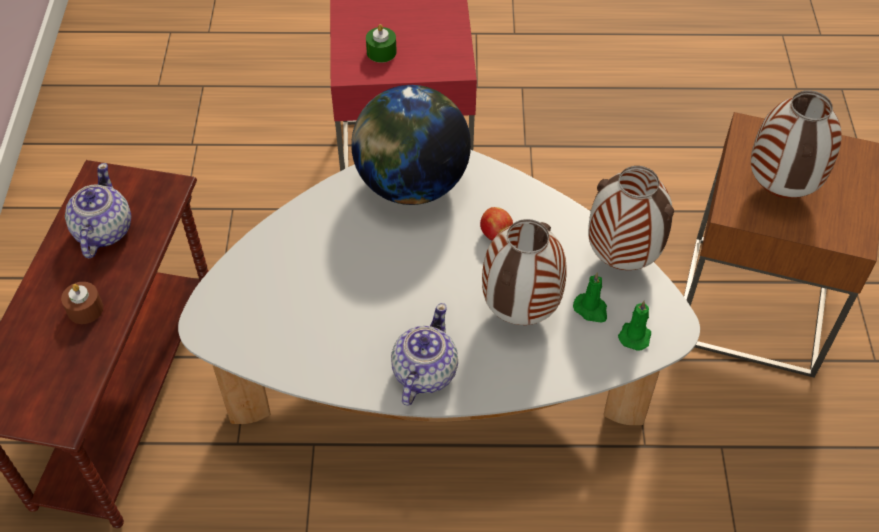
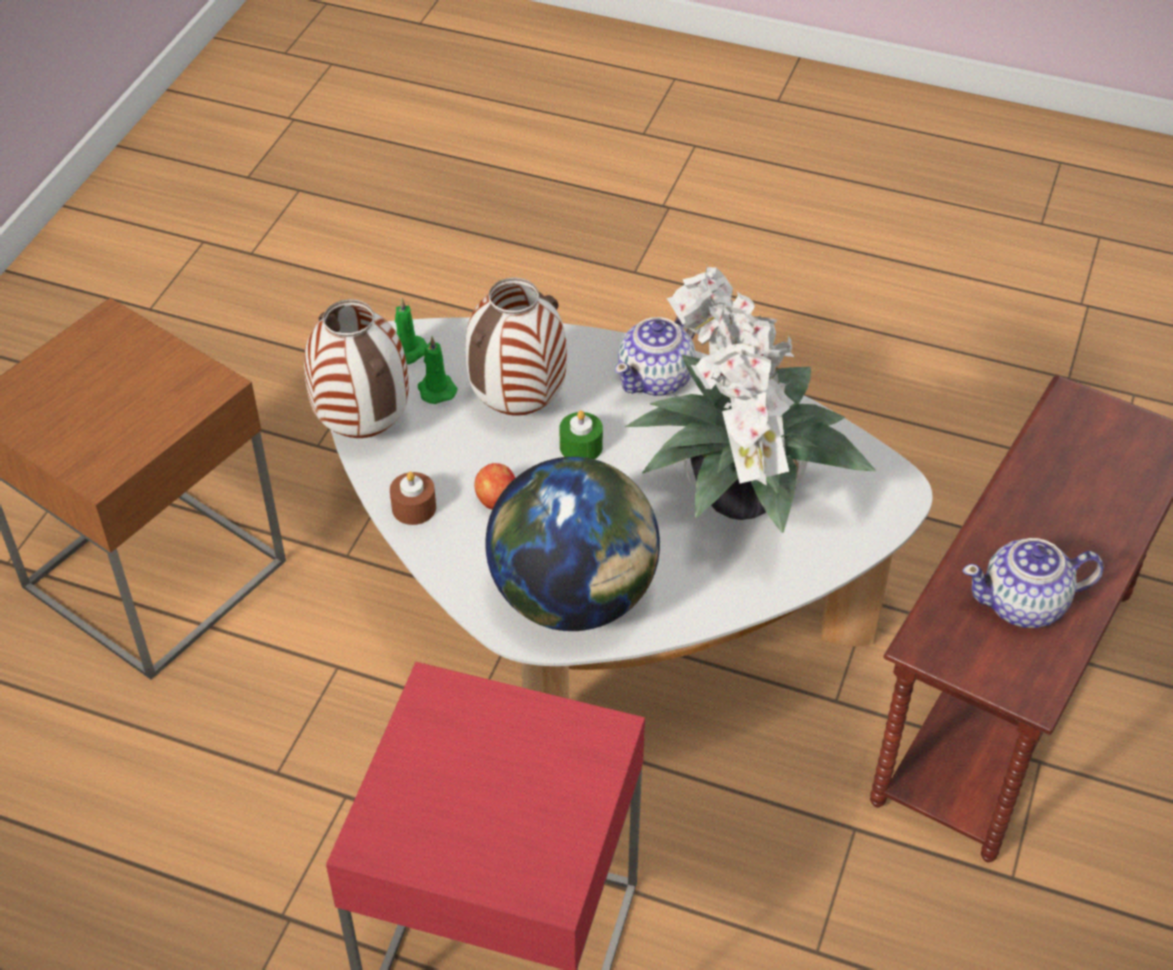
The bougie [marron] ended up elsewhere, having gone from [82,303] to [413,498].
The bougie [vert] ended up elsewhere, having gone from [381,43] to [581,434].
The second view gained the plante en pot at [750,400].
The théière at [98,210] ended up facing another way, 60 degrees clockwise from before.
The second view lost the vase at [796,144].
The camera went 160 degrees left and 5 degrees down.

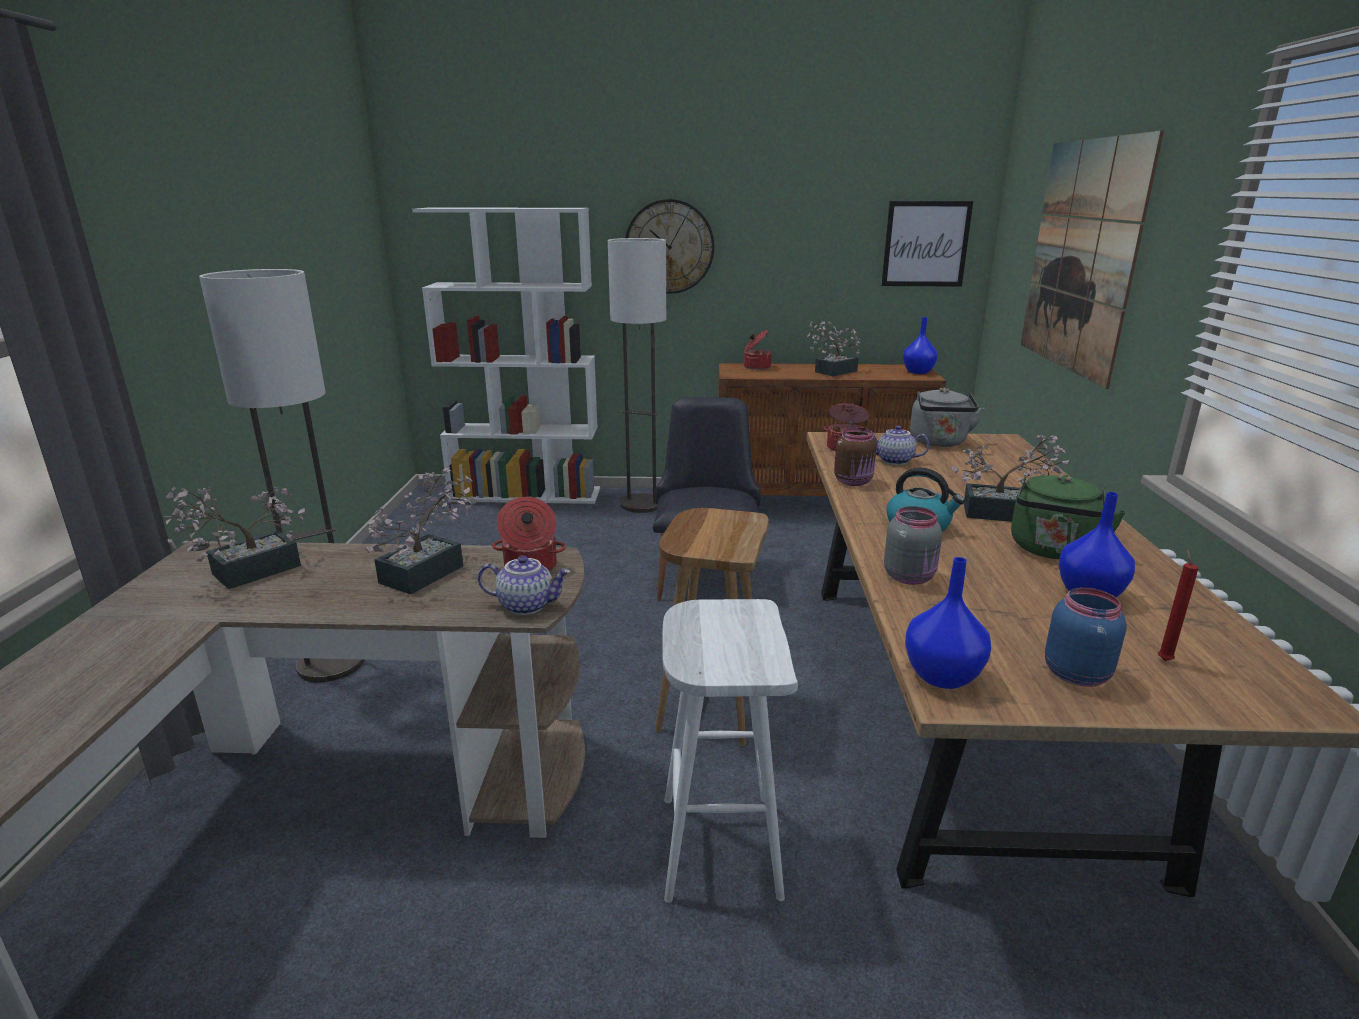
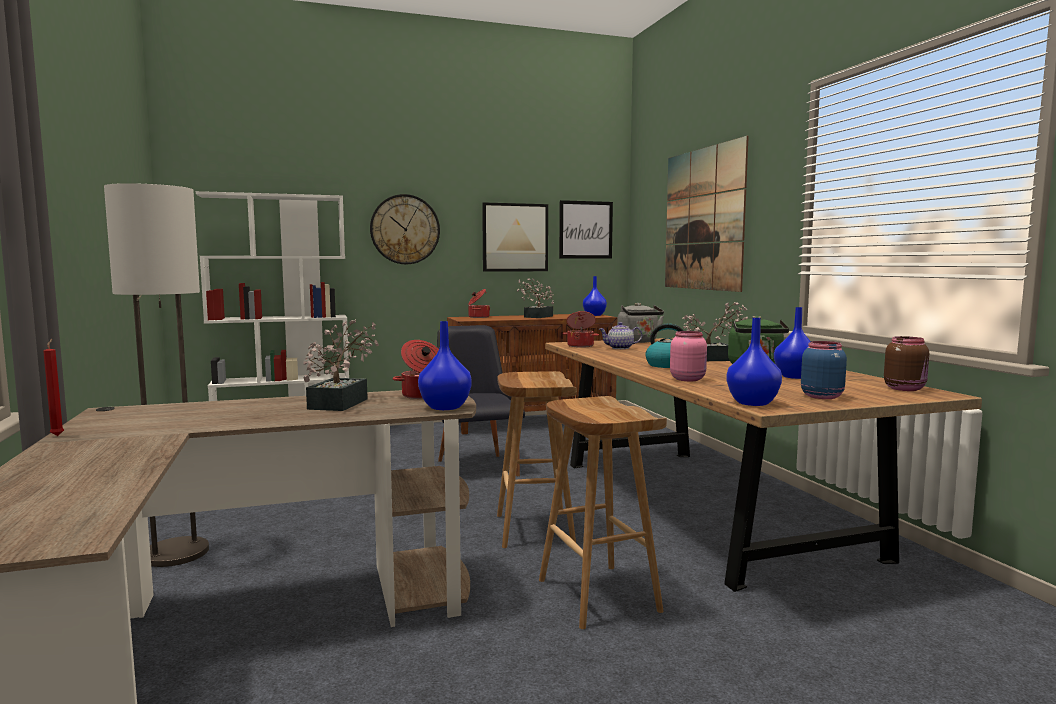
The bougie [rouge] ended up elsewhere, having gone from [1178,605] to [53,387].
Where the théière stood at [524,585], the vase [bleu] came to stand at [444,365].
The second view gained the tableau at [515,237].
What was the tabouret [blanc] at [730,751] turned into the tabouret [marron] at [603,512].
What was the bocal [gris] at [913,545] turned into the bocal [rose] at [688,356].
The bocal [marron] ended up elsewhere, having gone from [855,456] to [906,363].
The second view lost the plante en pot at [234,538].
The second view lost the lampadaire at [637,375].
The camera went 20 degrees left and 15 degrees down.

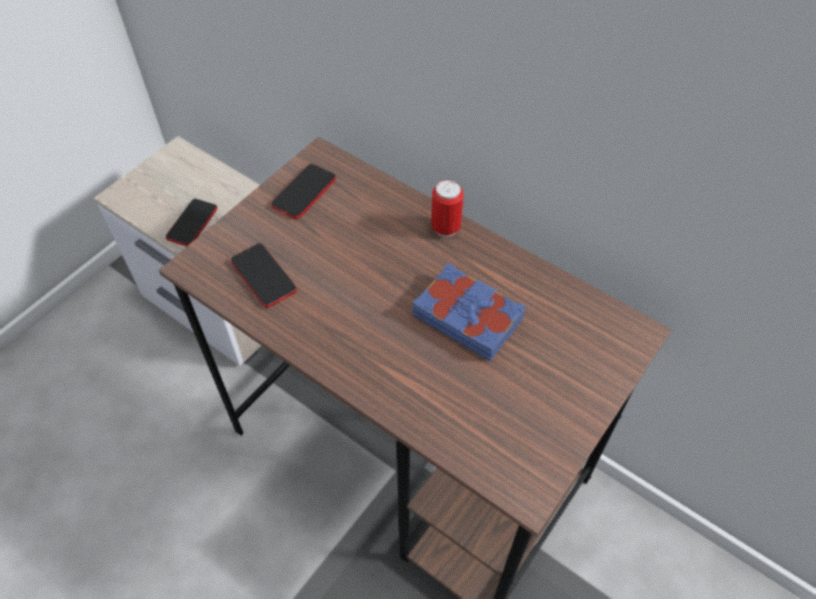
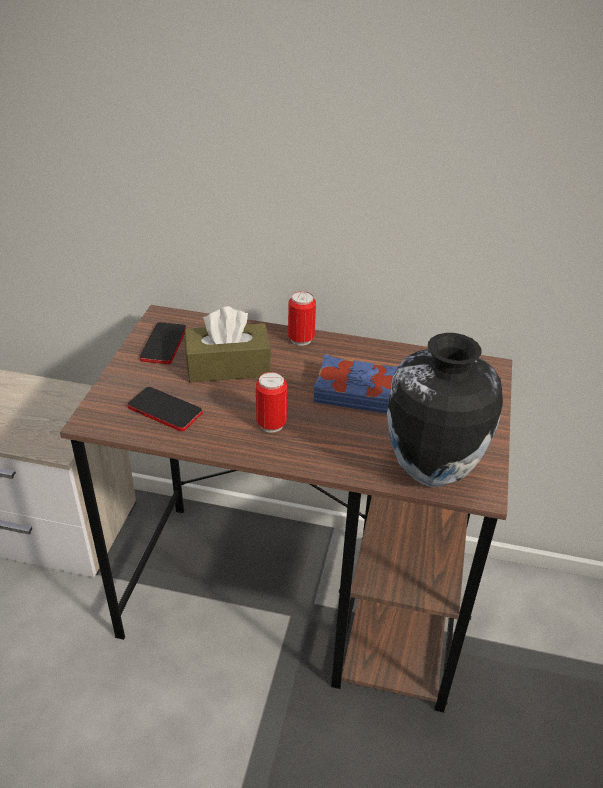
The second view gained the boîte à mouchoirs [marron] at [228,344].
The second view gained the boîte métallique at [271,402].
The second view gained the vase at [445,410].
The second view lost the téléphone at [191,222].
The camera went 25 degrees left and 15 degrees down.

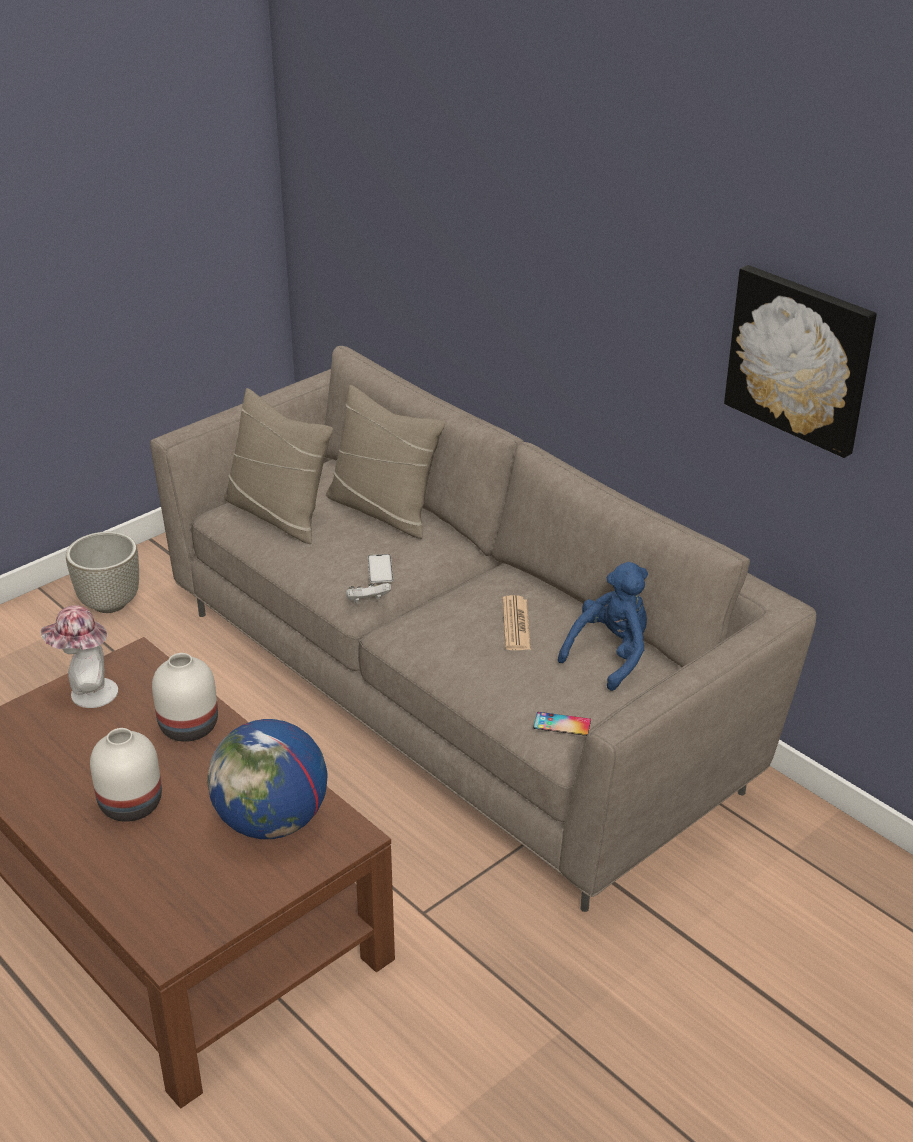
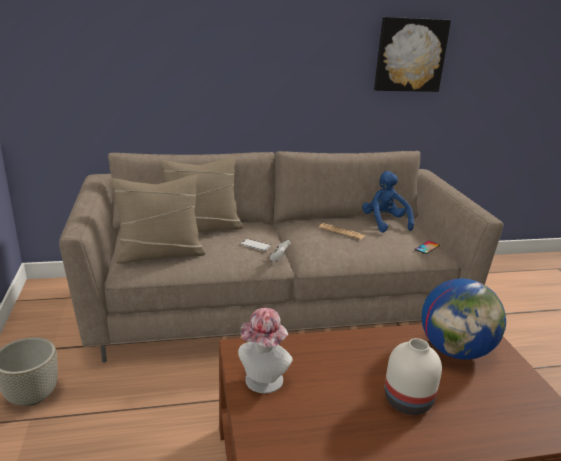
The second view lost the vase [blanc] at [185,697].
The camera went 60 degrees left and 10 degrees down.

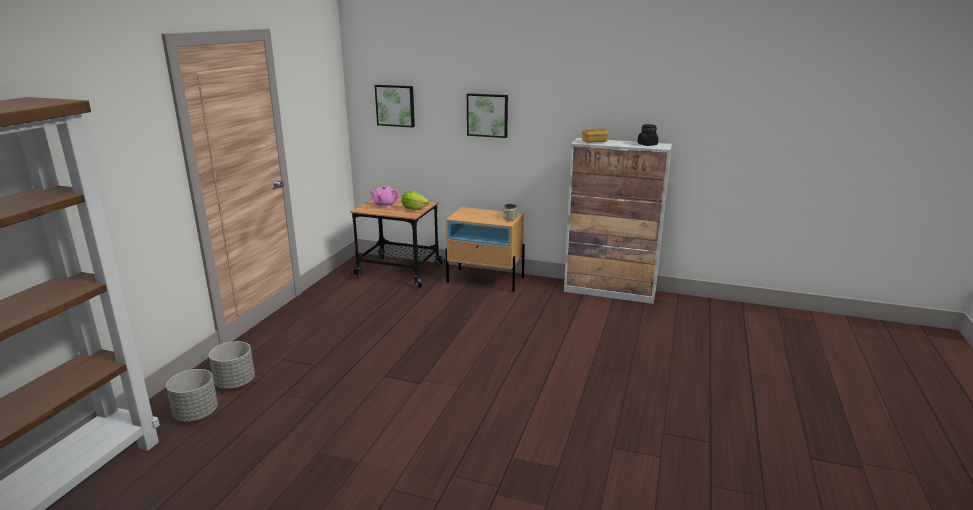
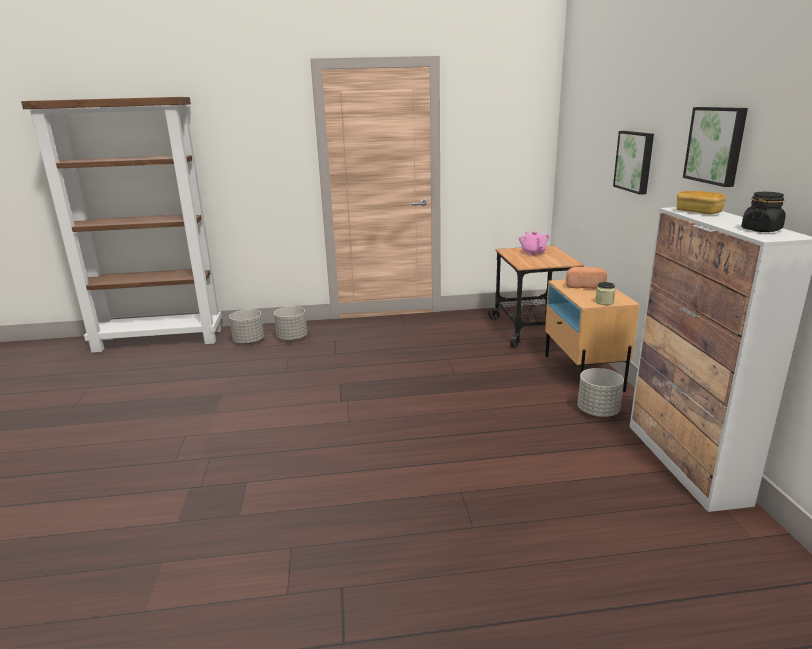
The second view gained the pain at [586,278].
The second view gained the cache-pot [gris] at [601,392].
The tableau ended up elsewhere, having gone from [395,106] to [715,147].
The second view lost the laitue at [415,200].
The camera went 65 degrees right and 0 degrees up.

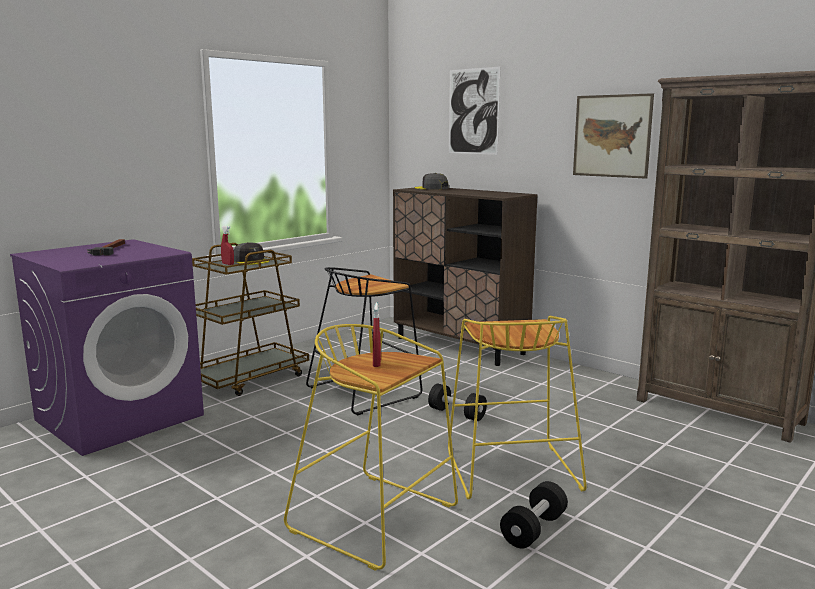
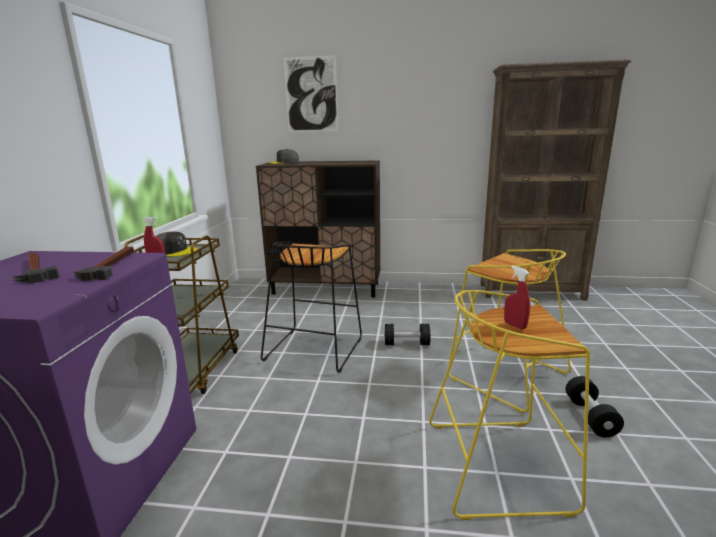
The second view gained the marteau at [103,264].
The second view lost the tableau at [613,136].
The camera went 35 degrees left and 5 degrees up.

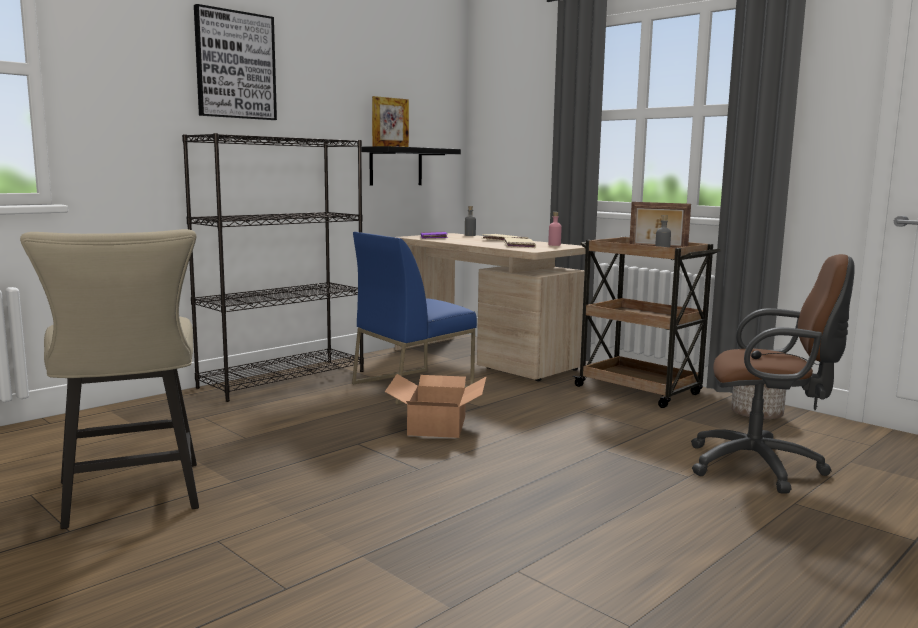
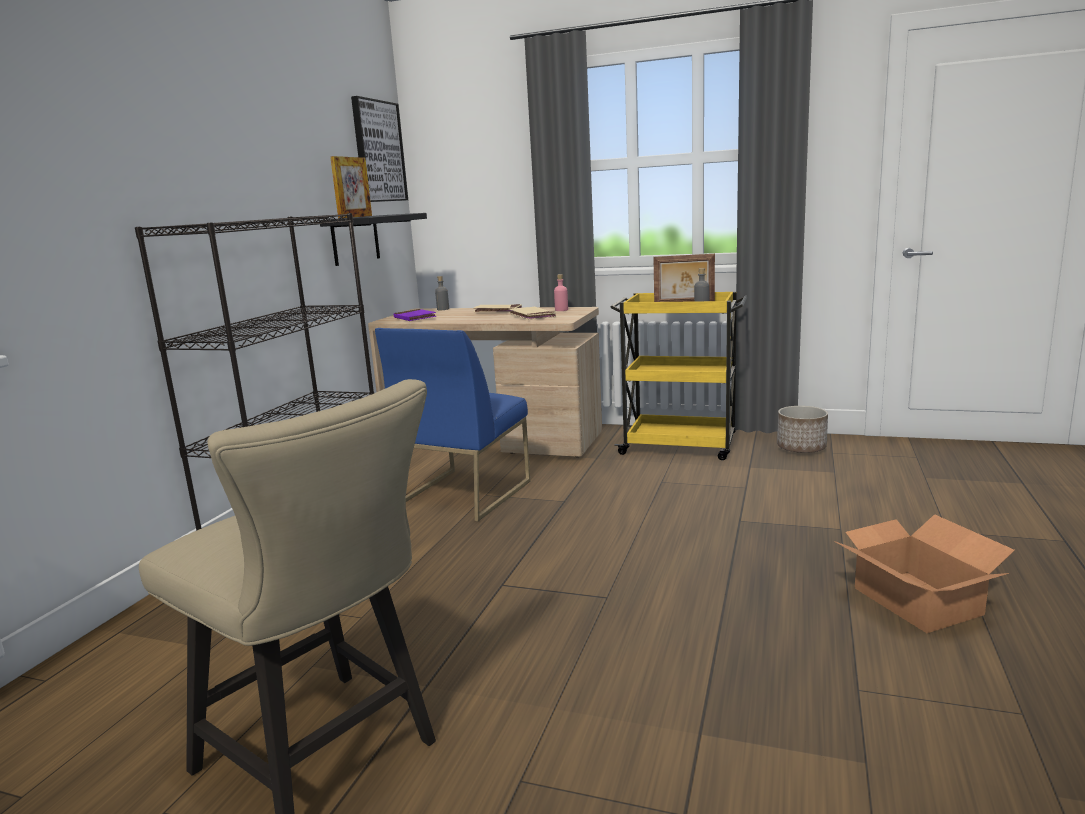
The tableau ended up elsewhere, having gone from [235,62] to [379,149].
What was the chariot [marron] at [646,322] turned into the chariot [jaune] at [678,375].
The carton ended up elsewhere, having gone from [435,406] to [924,573].
The second view lost the chaise de bureau [marron] at [773,373].
The camera went 25 degrees left and 5 degrees up.

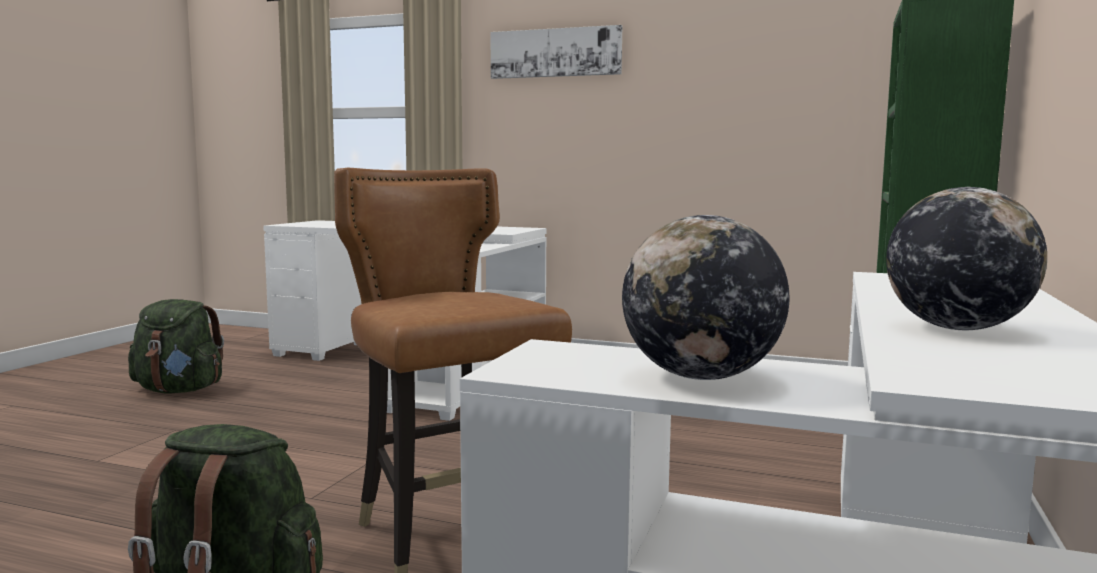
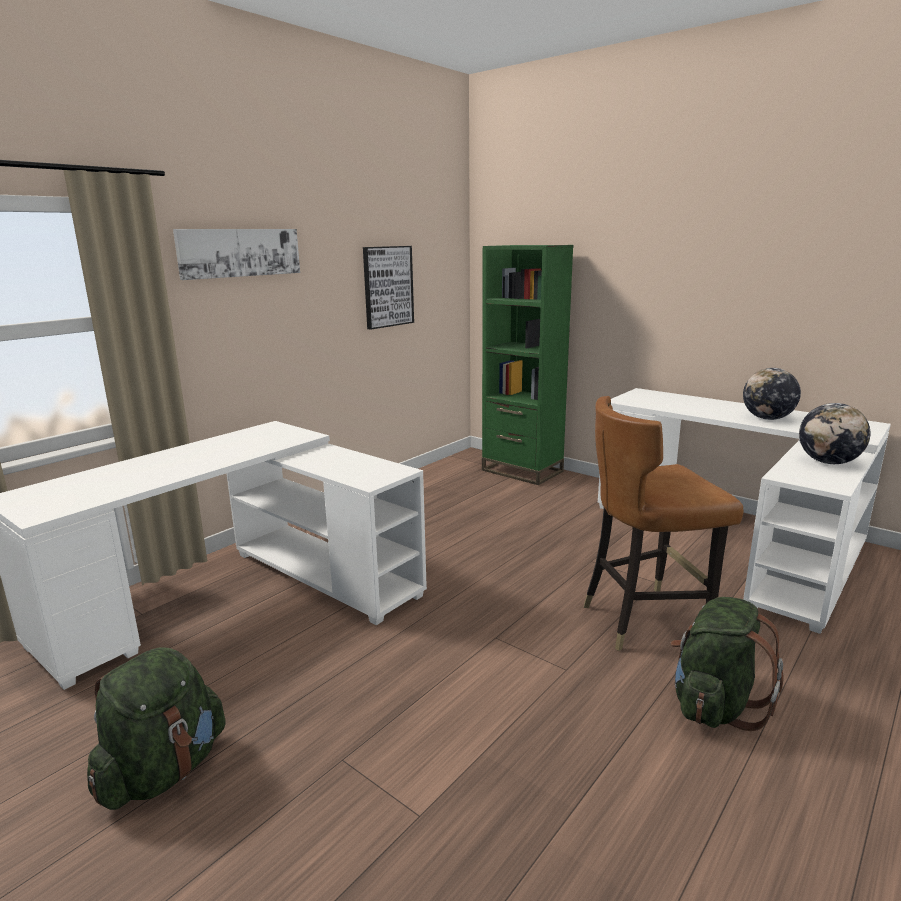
The second view gained the tableau at [388,287].
The camera went 70 degrees left and 10 degrees up.

